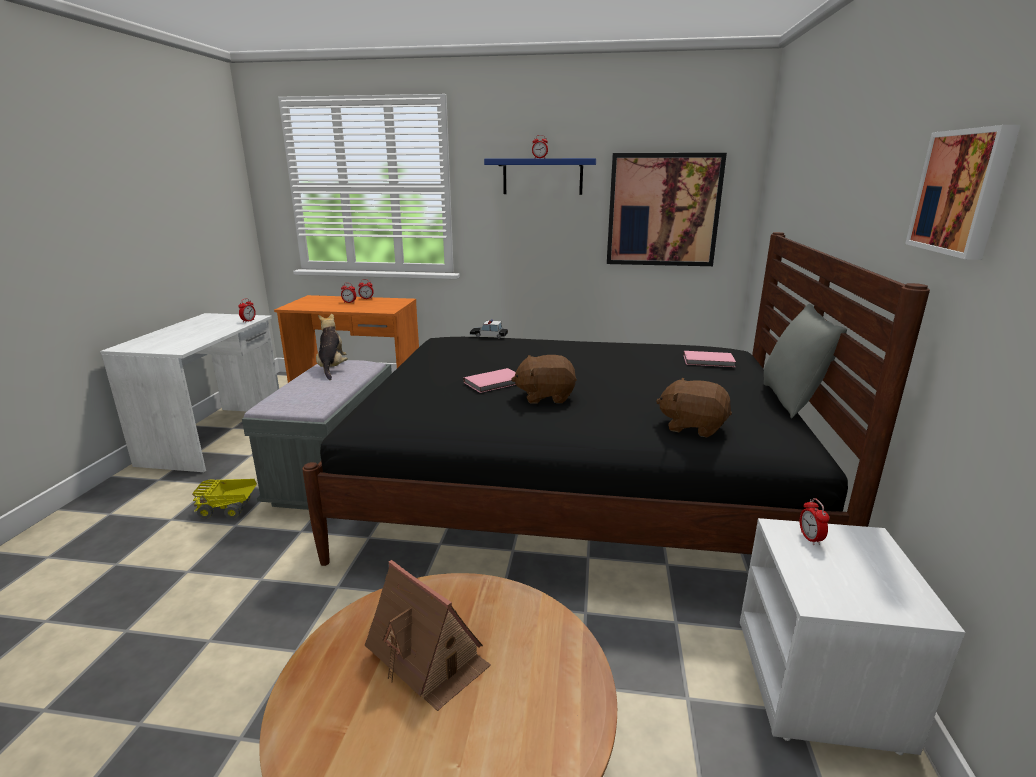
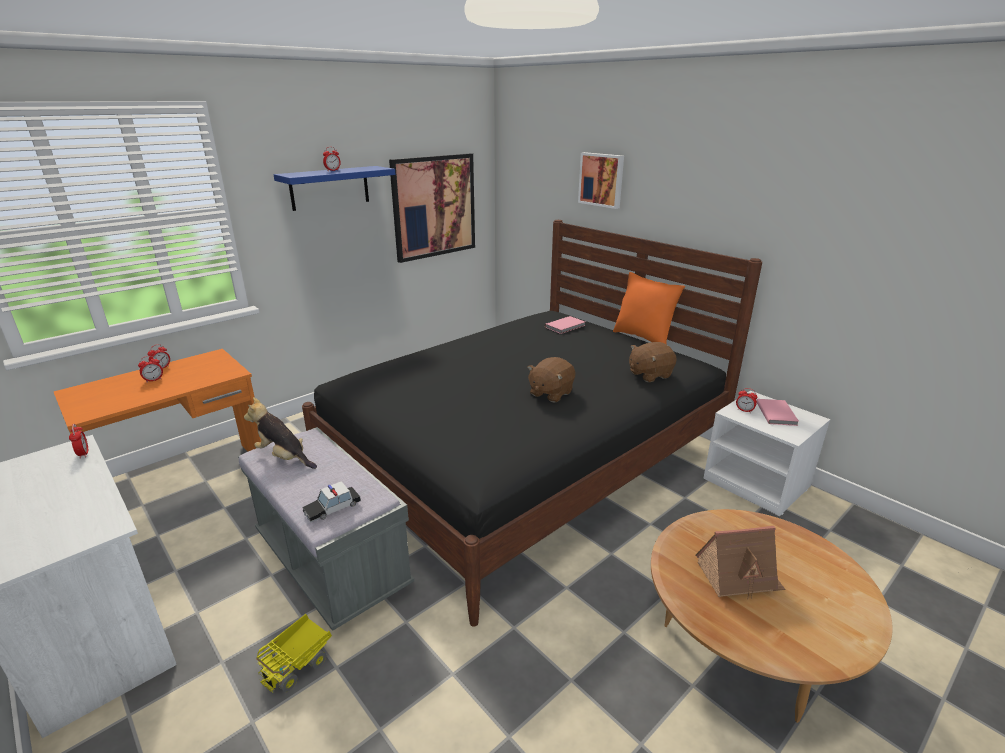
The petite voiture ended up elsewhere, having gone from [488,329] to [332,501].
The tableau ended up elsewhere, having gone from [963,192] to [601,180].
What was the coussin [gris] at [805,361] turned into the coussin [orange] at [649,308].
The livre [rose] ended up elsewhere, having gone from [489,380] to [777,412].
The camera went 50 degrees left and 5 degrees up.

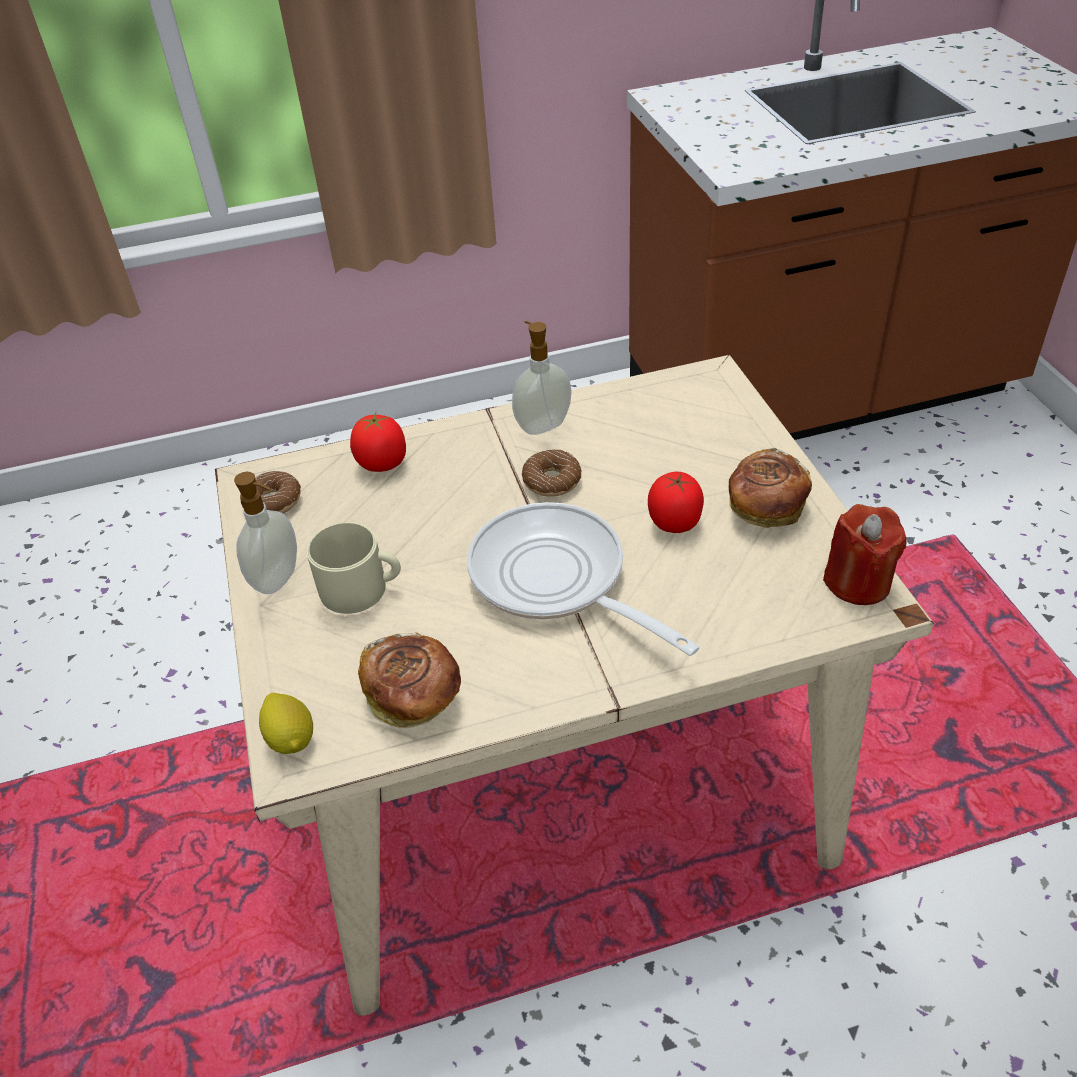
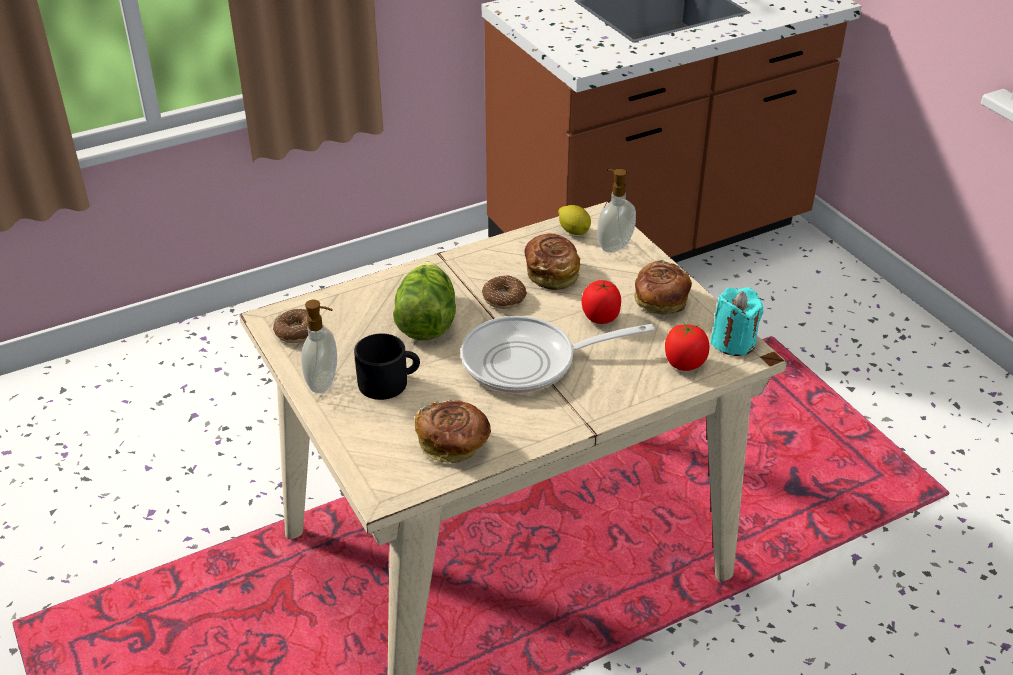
What was the mug [beige] at [354,568] turned into the mug [noir] at [387,367].
The second view gained the laitue at [424,300].
The poêle at [583,579] ended up facing another way, 45 degrees counterclockwise from before.
The second view gained the pain at [552,261].
The citron ended up elsewhere, having gone from [286,723] to [574,220].
The distributeur de savon ended up elsewhere, having gone from [541,378] to [616,211].
The tomate ended up elsewhere, having gone from [378,442] to [687,346].
What was the bougie [rouge] at [865,554] turned into the bougie [turquoise] at [737,321].
The camera went 15 degrees left and 5 degrees down.

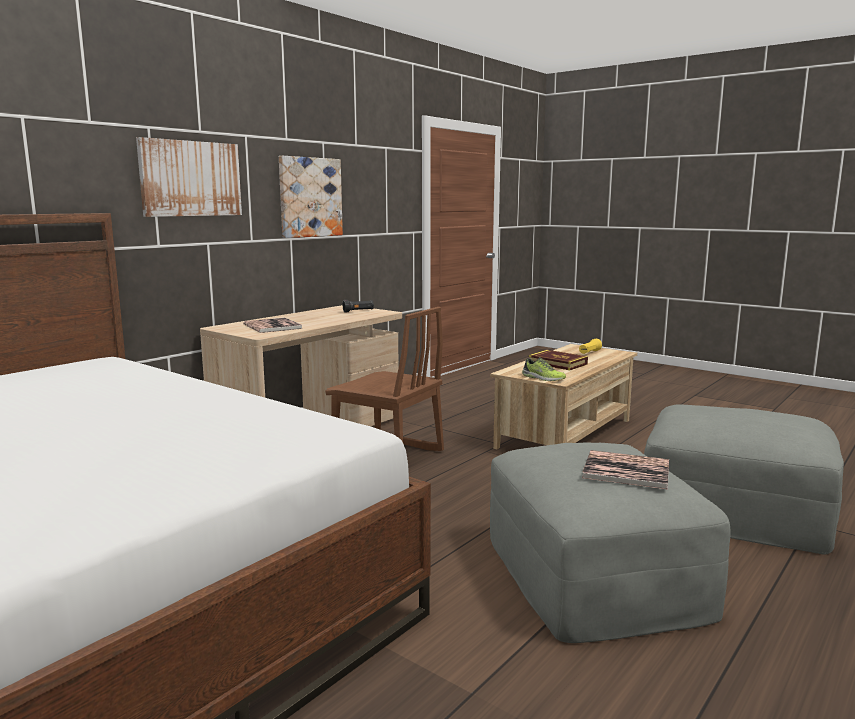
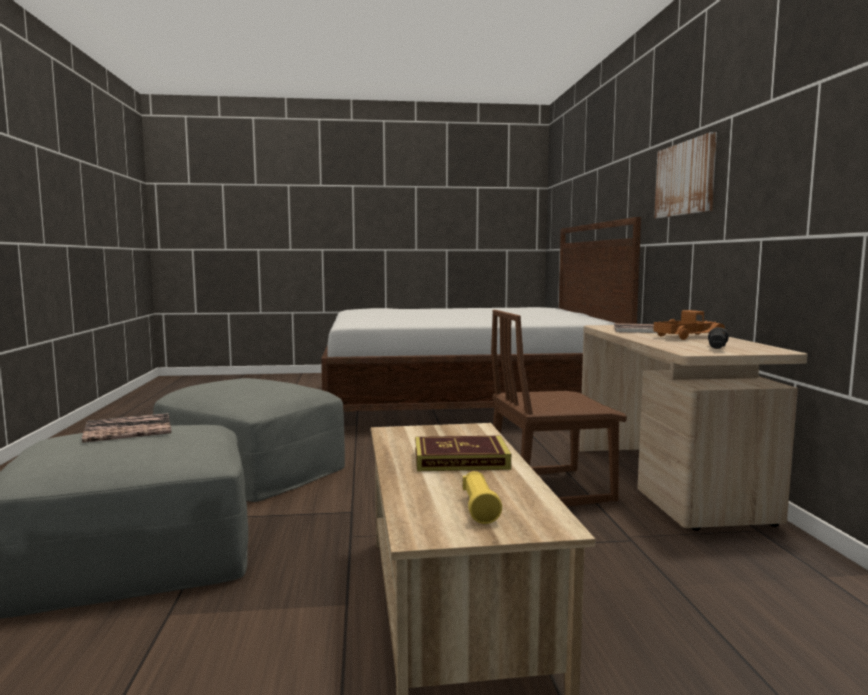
The livre ended up elsewhere, having gone from [625,469] to [126,428].
The second view gained the camion jouet at [689,325].
The second view lost the tableau at [311,197].
The second view lost the chaussure at [544,369].
The camera went 135 degrees right and 5 degrees down.

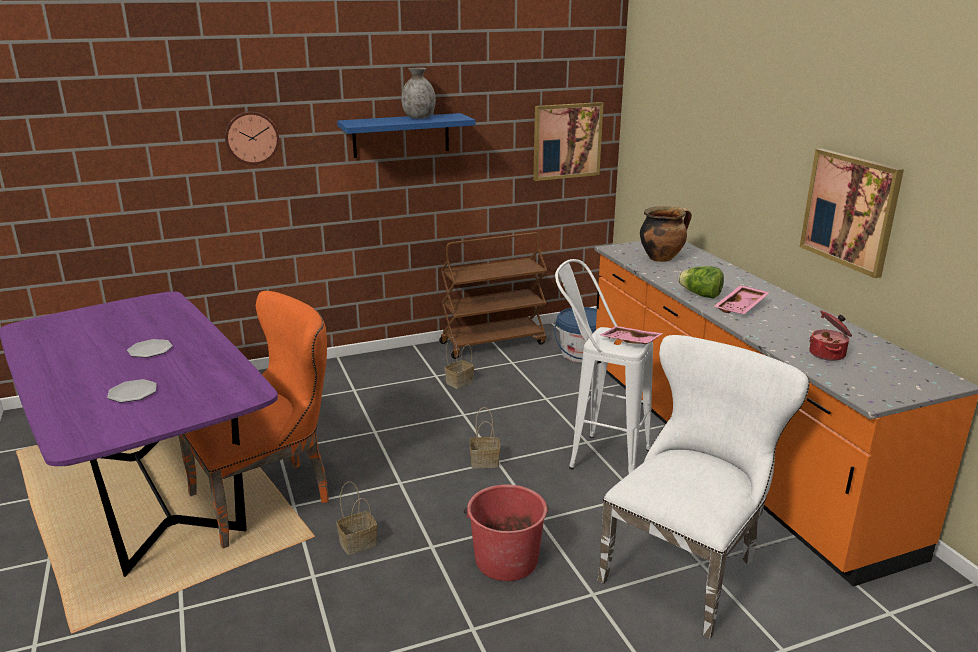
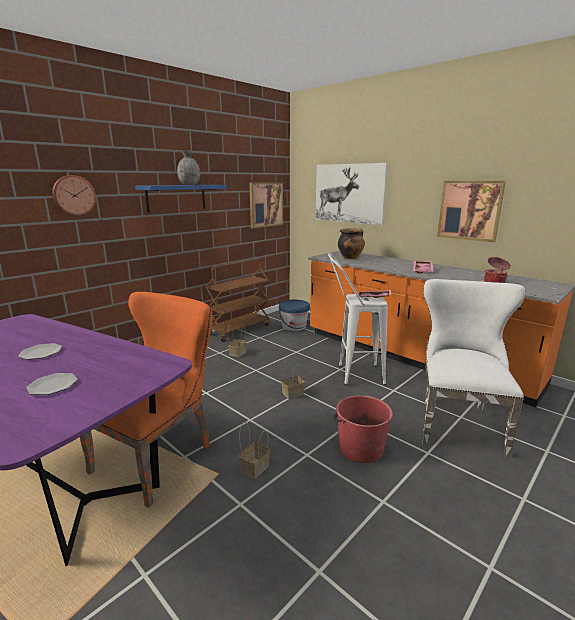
The second view gained the tableau at [351,194].
The second view lost the laitue at [701,282].
The camera went 25 degrees left and 5 degrees down.

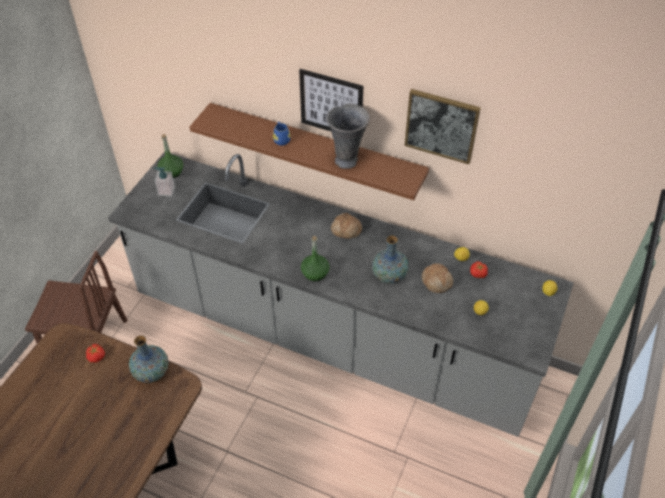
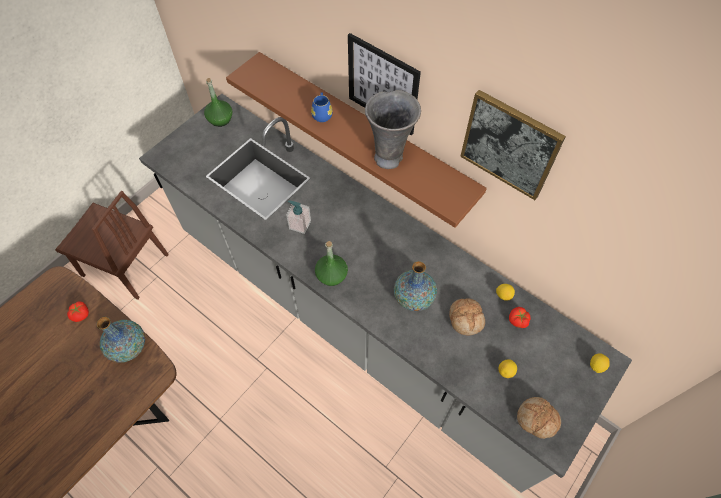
The distributeur de savon ended up elsewhere, having gone from [164,182] to [298,217].
The pain ended up elsewhere, having gone from [346,226] to [539,418].
The camera went 15 degrees right and 10 degrees up.

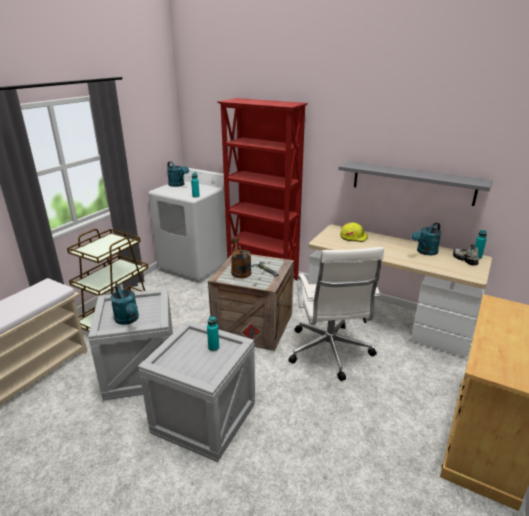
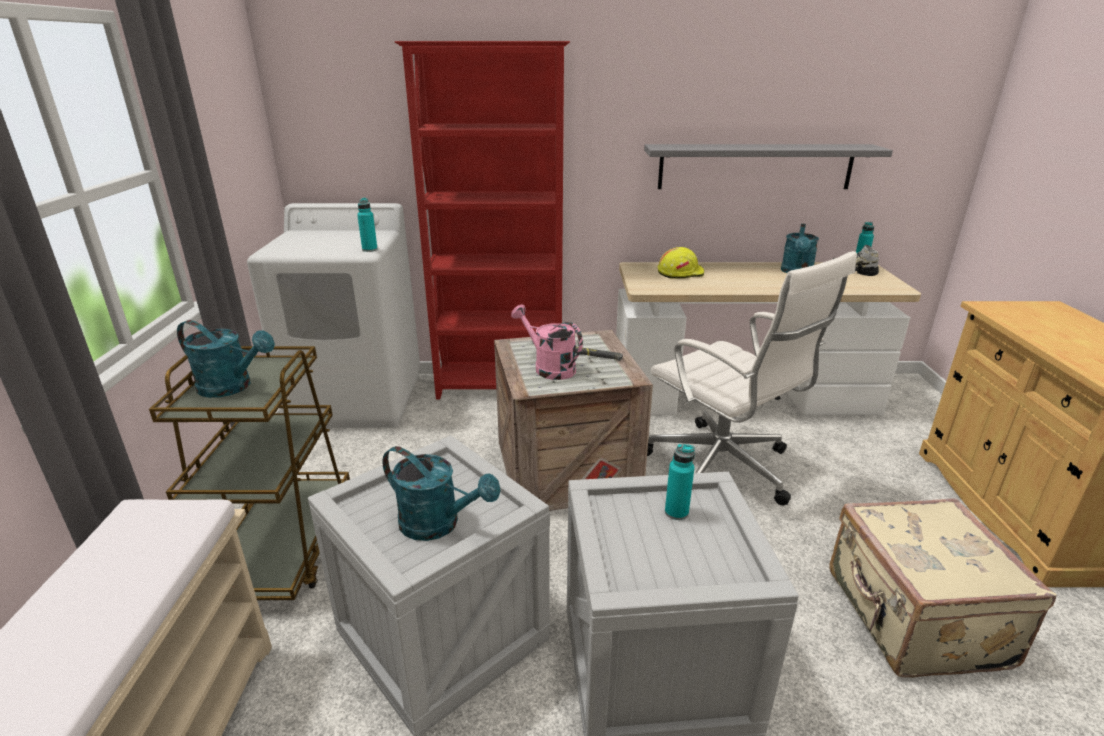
The arrosoir [turquoise] ended up elsewhere, having gone from [178,174] to [226,359].
What was the arrosoir [marron] at [241,257] turned into the arrosoir [rose] at [547,342].
The second view gained the valise [beige] at [943,588].
The camera went 30 degrees left and 0 degrees up.

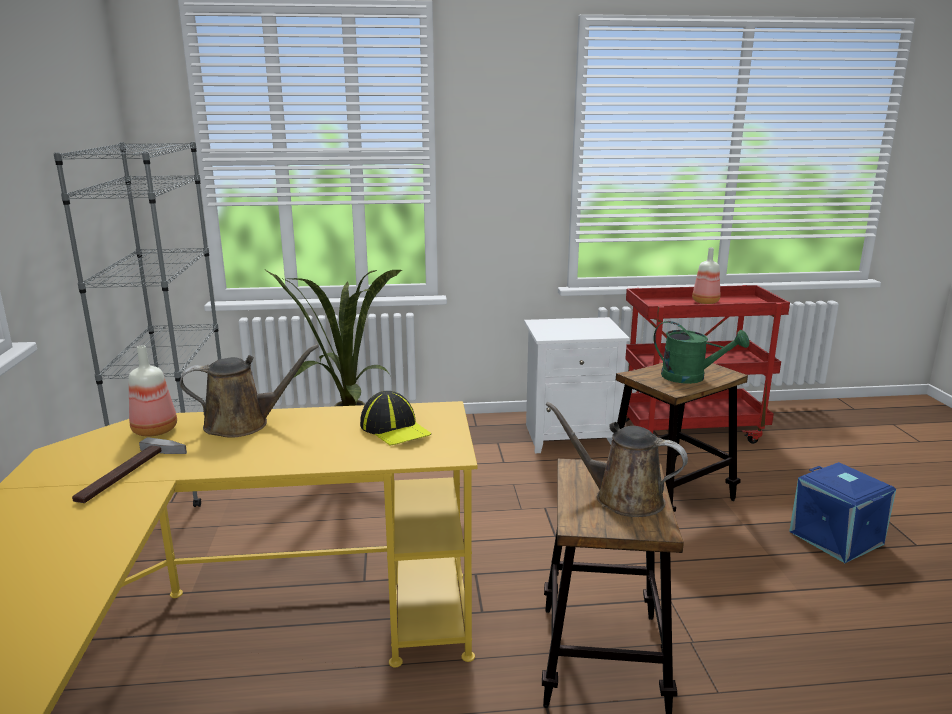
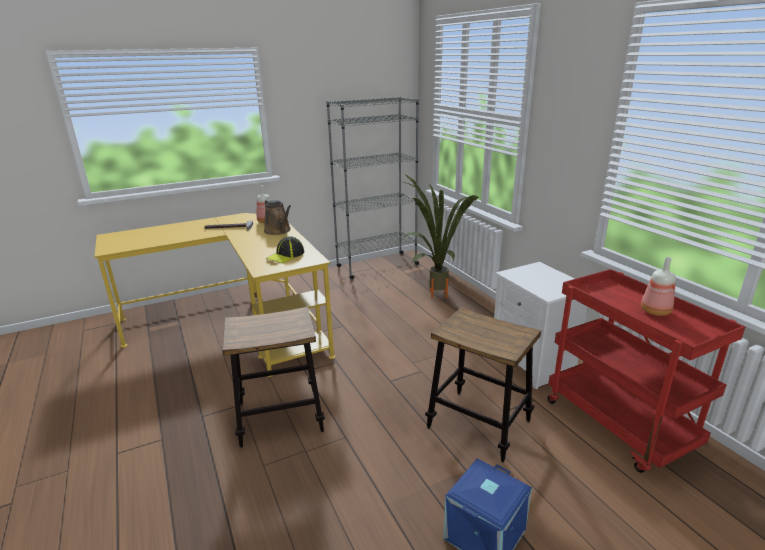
The second view lost the arrosoir [marron] at [616,459].
The second view lost the arrosoir [vert] at [701,352].
The camera went 70 degrees right and 5 degrees up.

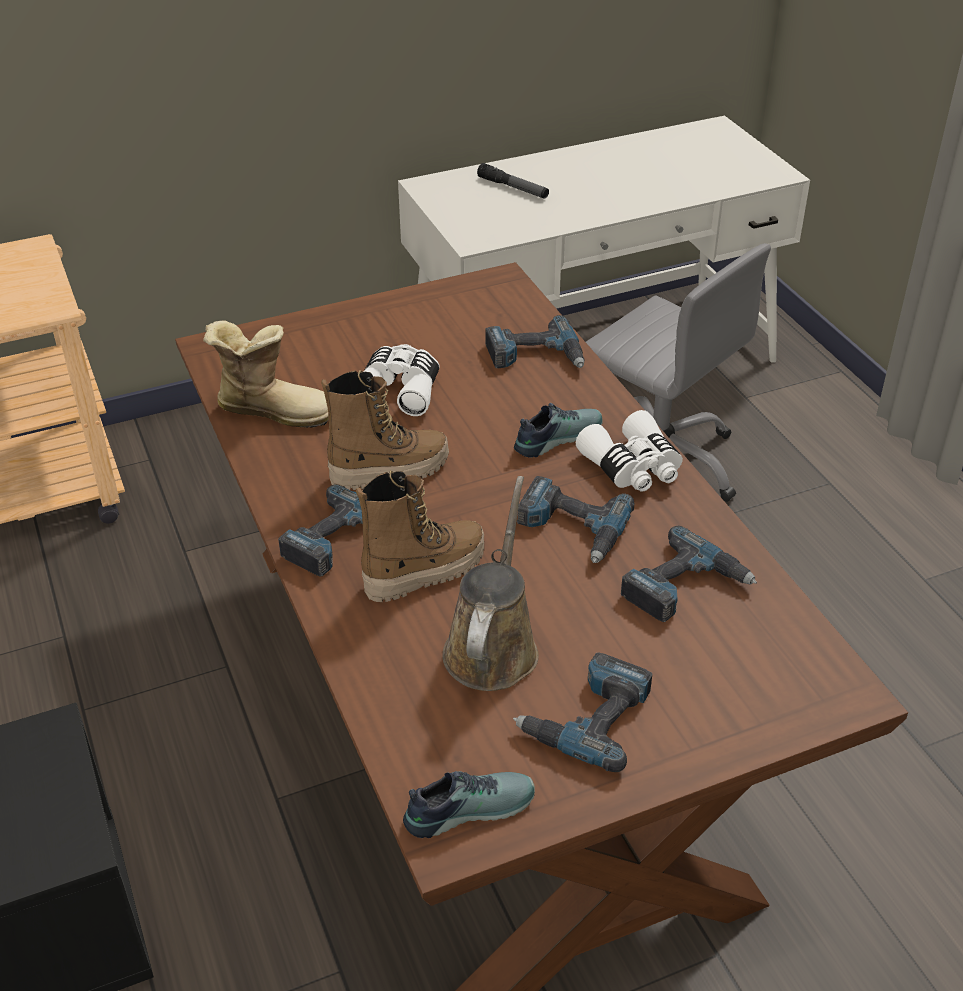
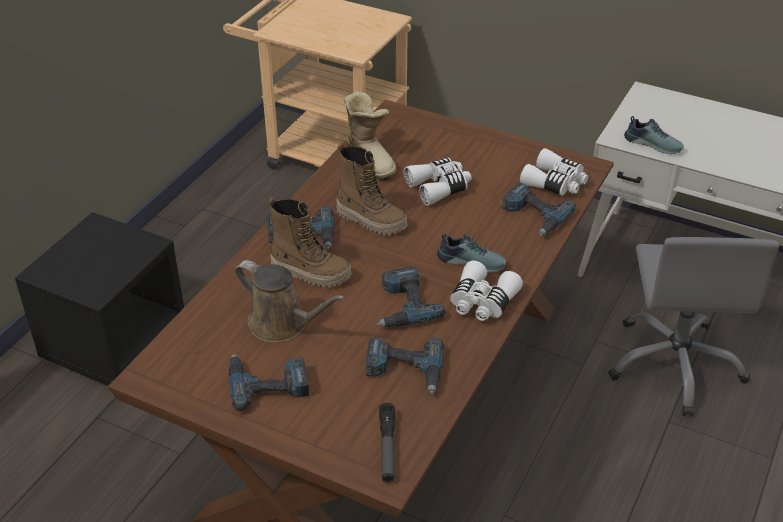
The arrosoir [marron] at [490,583] ended up facing another way, 60 degrees clockwise from before.
The lampe de poche ended up elsewhere, having gone from [513,181] to [387,443].
The second view gained the jumelles [blanc] at [554,172].
The chaussure ended up elsewhere, having gone from [469,804] to [654,135].
The camera went 50 degrees right and 0 degrees up.

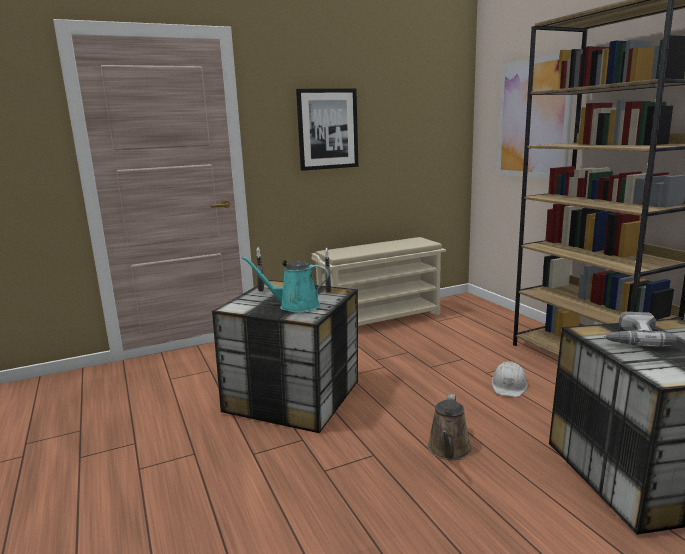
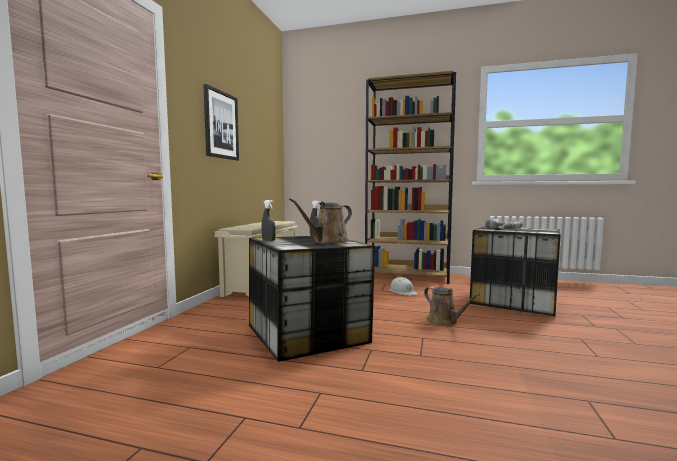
What was the arrosoir [turquoise] at [285,284] turned into the arrosoir [marron] at [320,221].
The second view lost the tableau at [535,116].
The camera went 50 degrees left and 10 degrees down.

